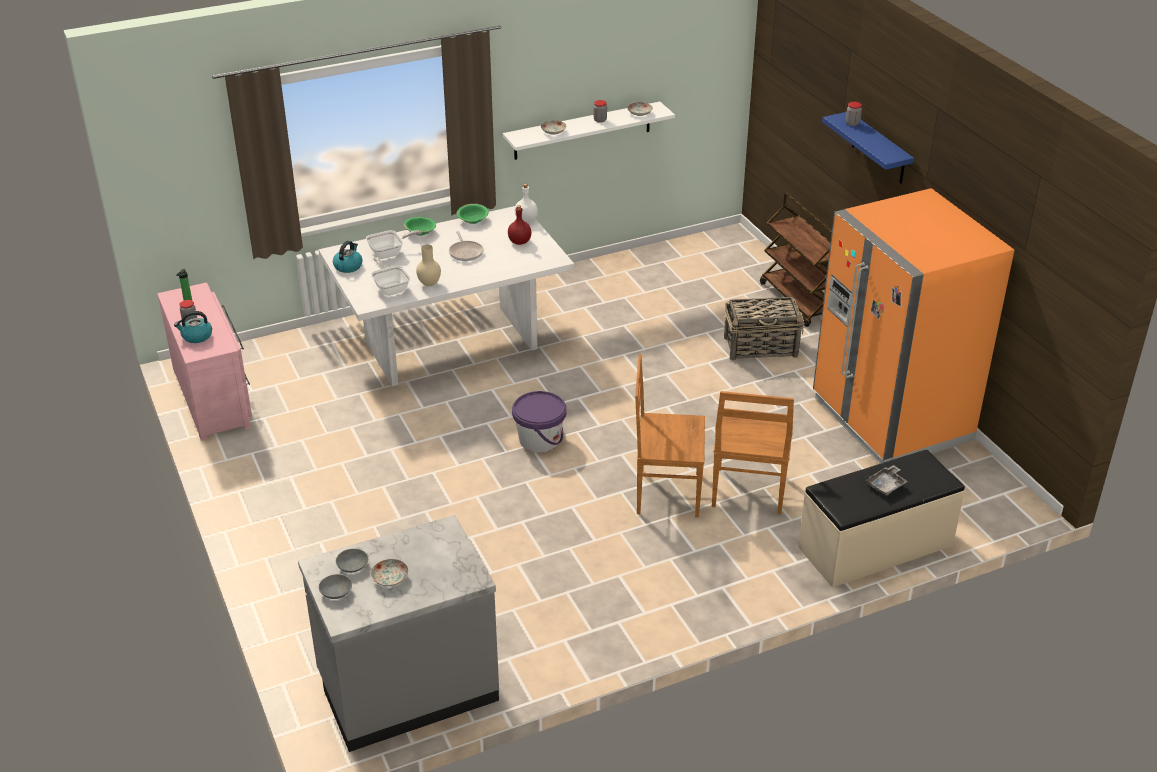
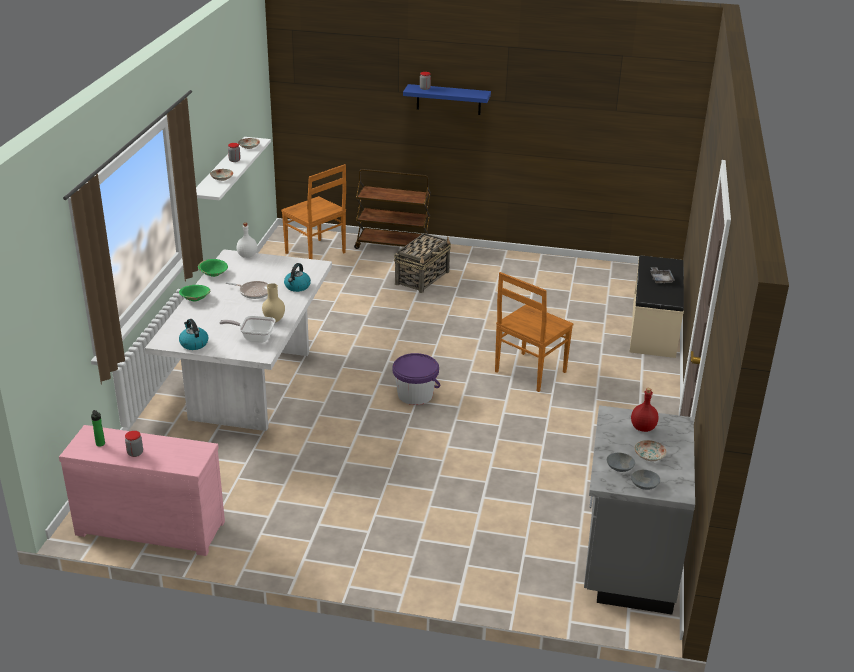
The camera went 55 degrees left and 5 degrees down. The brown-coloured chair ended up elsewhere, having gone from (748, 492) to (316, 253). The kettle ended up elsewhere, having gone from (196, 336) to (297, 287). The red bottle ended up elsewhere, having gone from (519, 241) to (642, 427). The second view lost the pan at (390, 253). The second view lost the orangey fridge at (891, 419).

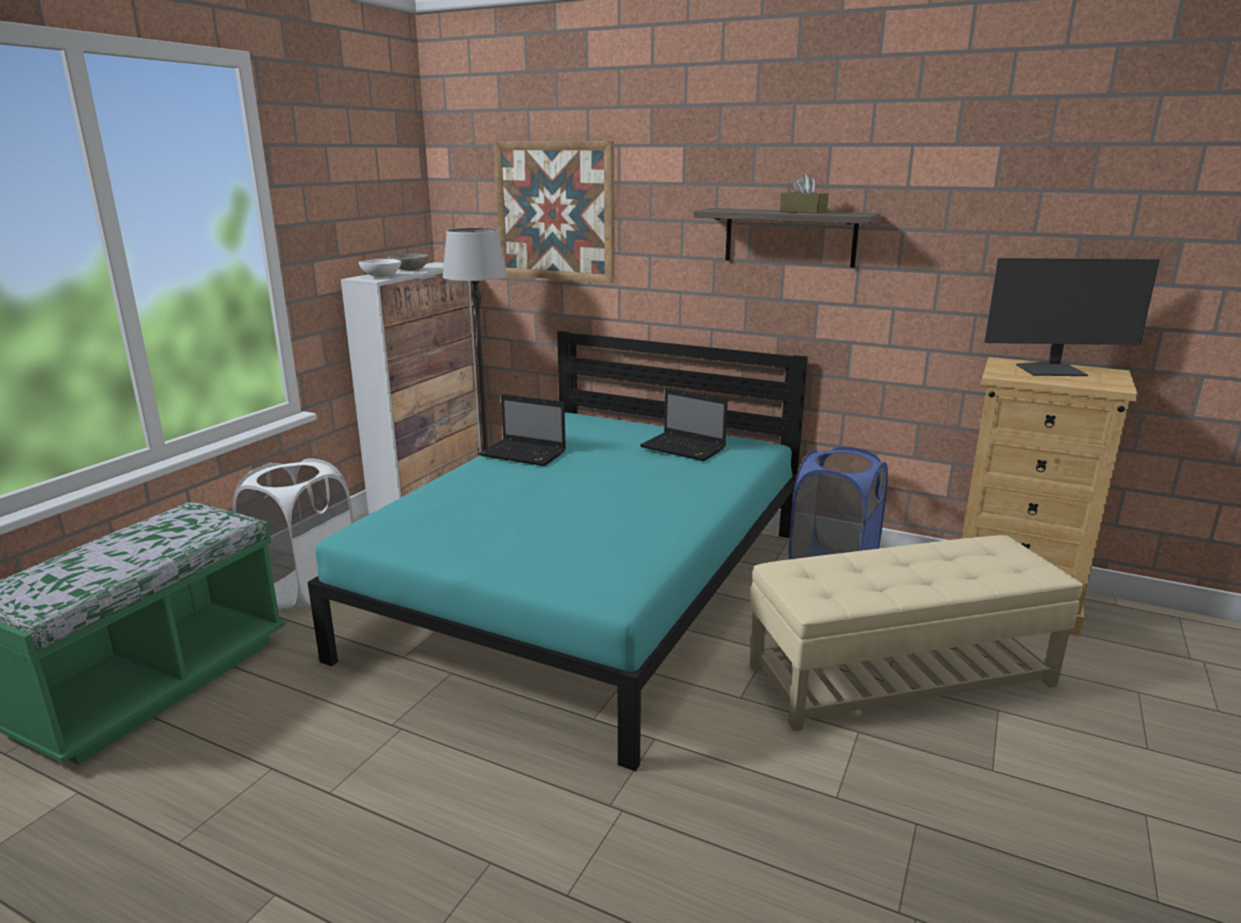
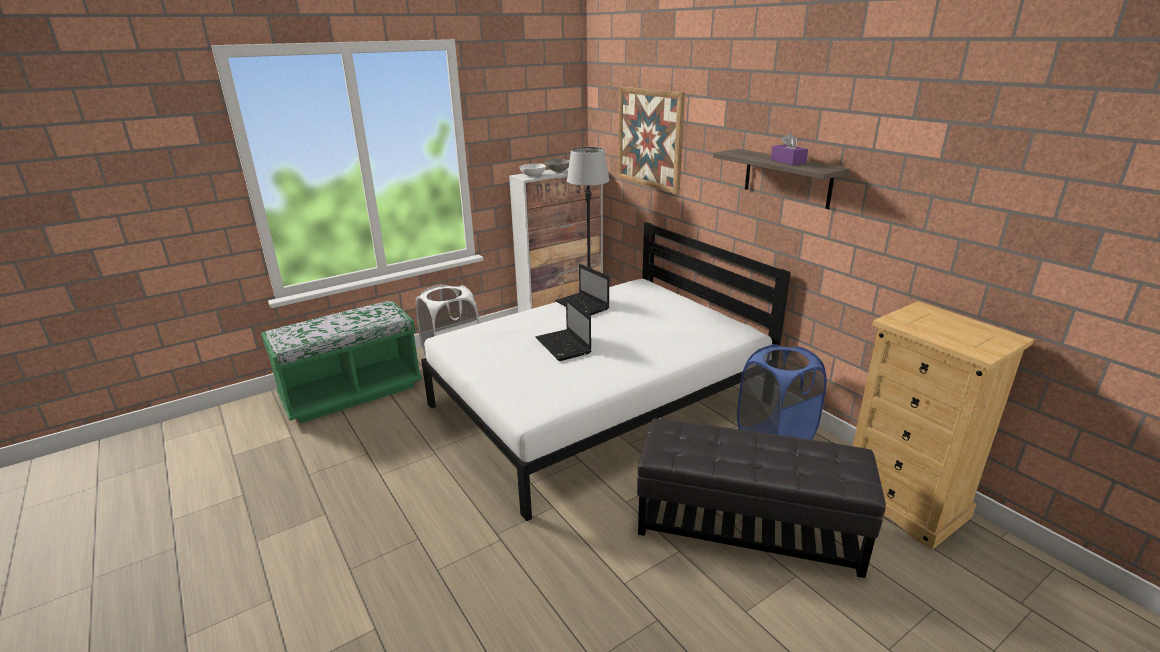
The camera went 30 degrees right and 5 degrees up. What was the blue-green sleeping bed at (590, 590) turned into the white sleeping bed at (599, 404). The portable computer ended up elsewhere, having gone from (685, 448) to (564, 346). What was the sand-coloured footrest at (899, 675) turned into the blackish footrest at (747, 525). What was the brown-coloured box of tissues at (803, 212) turned into the purple-coloured box of tissues at (788, 161). The second view lost the monitor at (1052, 371).

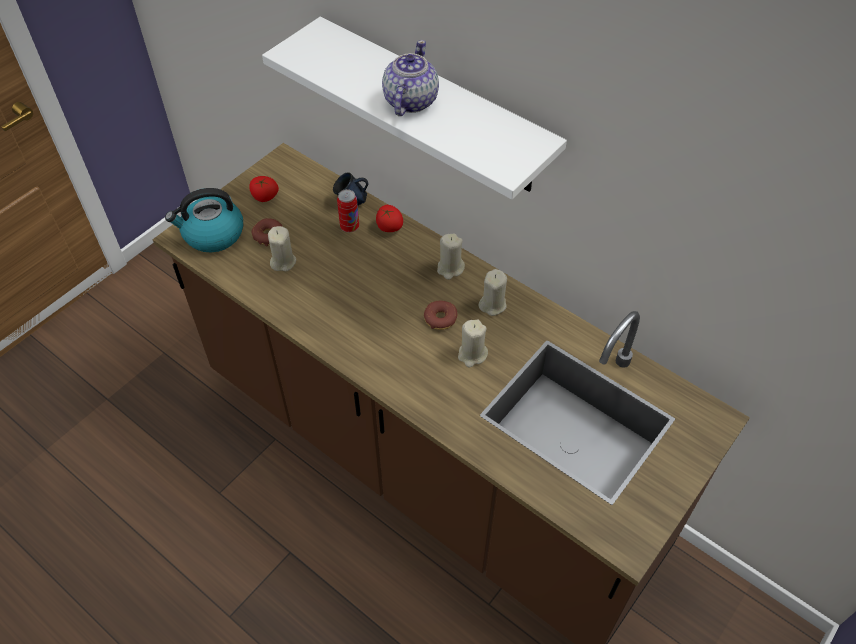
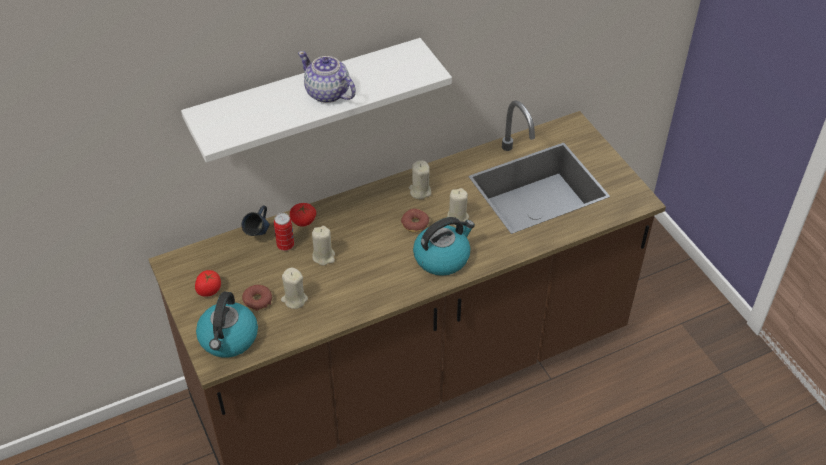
The camera went 65 degrees left and 5 degrees down. The sand-coloured wax candle ended up elsewhere, having gone from (450, 268) to (323, 256). The second view gained the kettle at (442, 257).

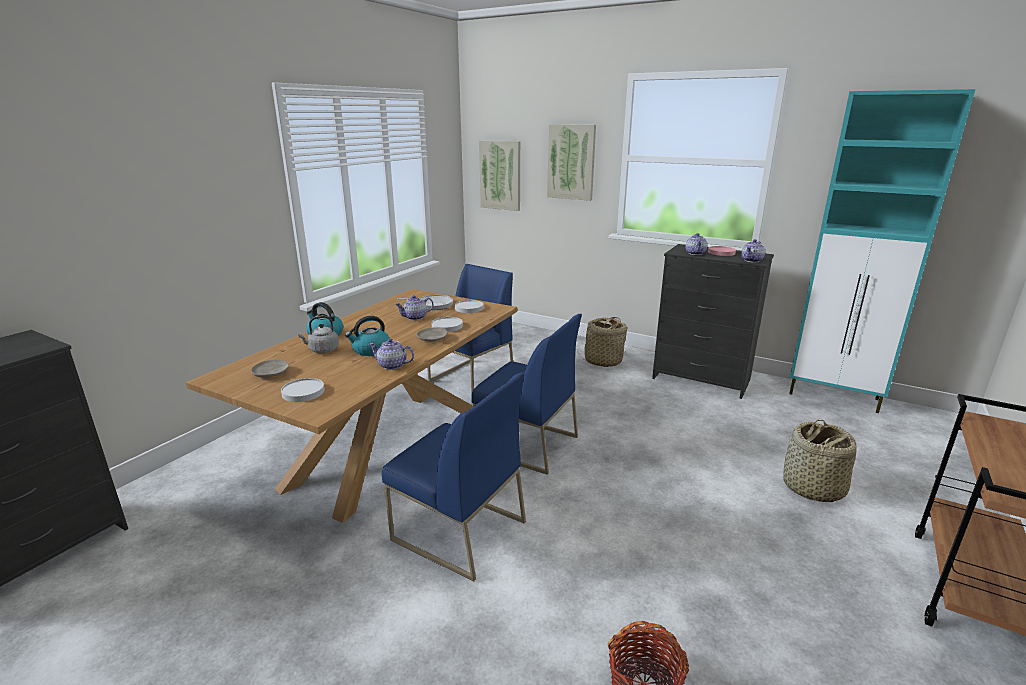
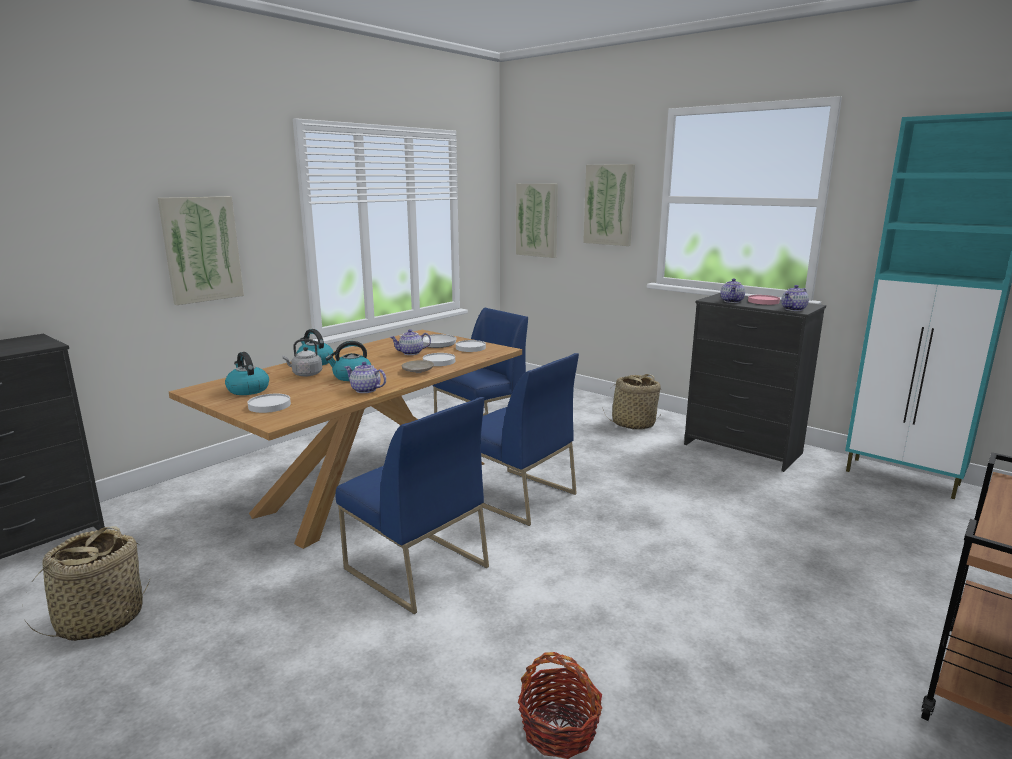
The camera went 10 degrees right and 5 degrees down. The storage basket ended up elsewhere, having gone from (812, 488) to (100, 620). The second view gained the picture at (201, 249). Where the sand-coloured plate stood at (271, 374), the kettle came to stand at (247, 390).

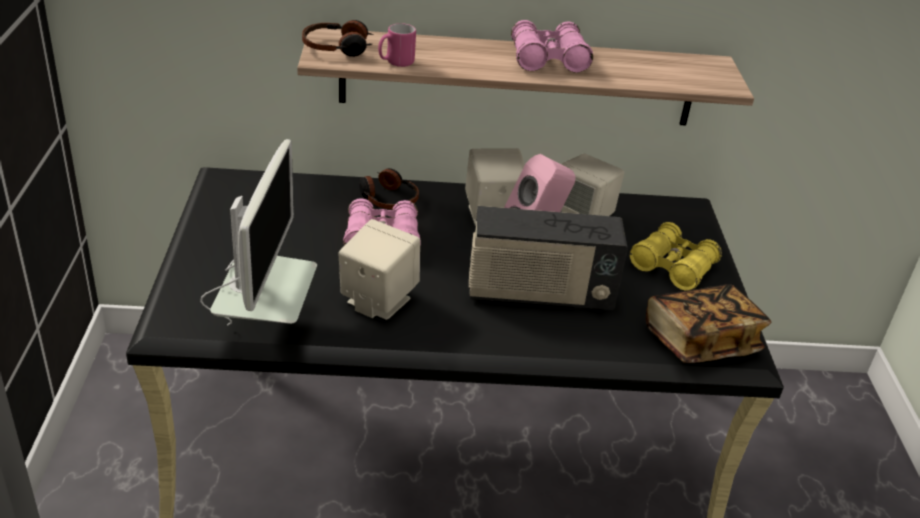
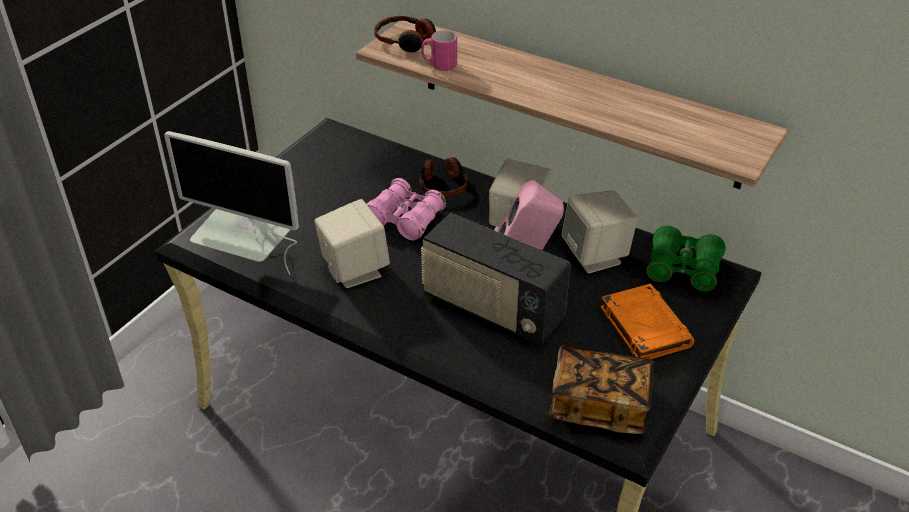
The camera went 35 degrees right and 5 degrees up. The monitor at (264, 328) ended up facing another way, 75 degrees clockwise from before. Where the yellowish field glasses stood at (673, 267), the orangey bound book came to stand at (644, 326). The second view gained the green-coloured field glasses at (683, 269). The second view lost the pink-coloured field glasses at (548, 59).

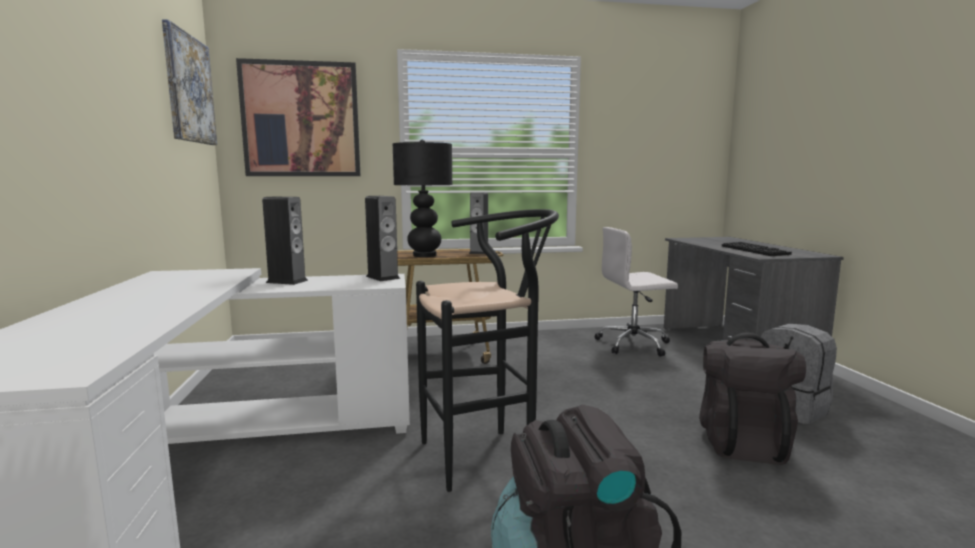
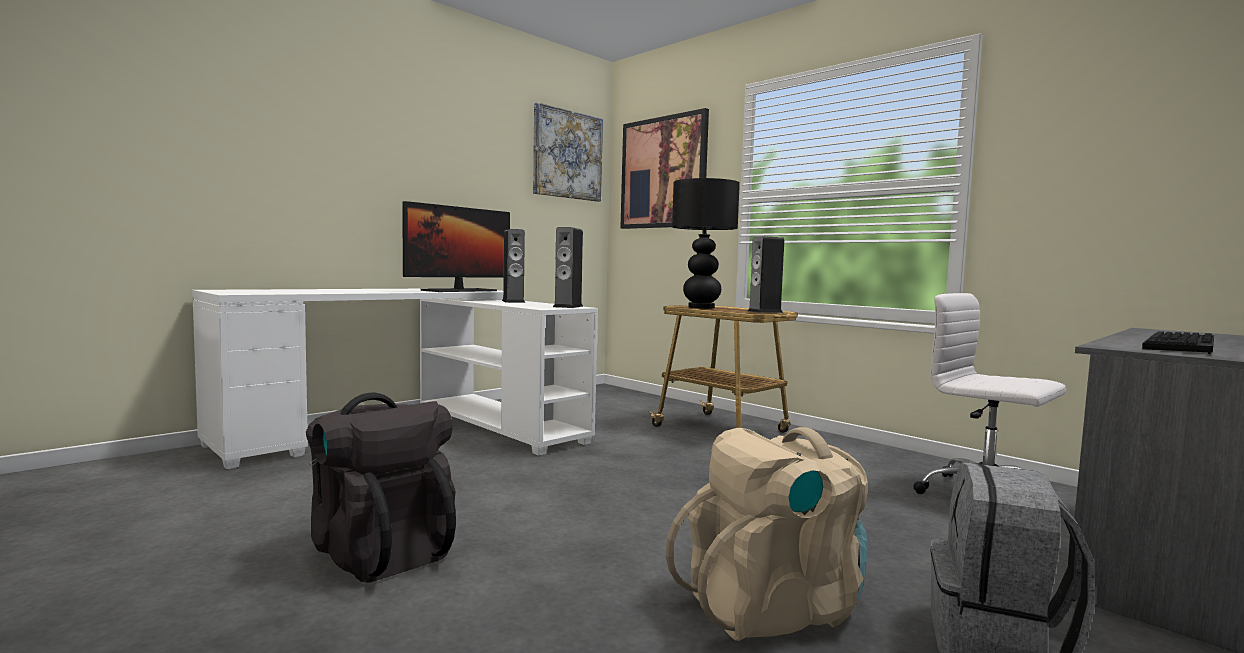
The camera went 55 degrees right and 5 degrees down. The second view gained the monitor at (459, 290). What was the blackish knapsack at (742, 441) turned into the sand-coloured knapsack at (772, 607). The second view lost the blackish stool at (487, 454).

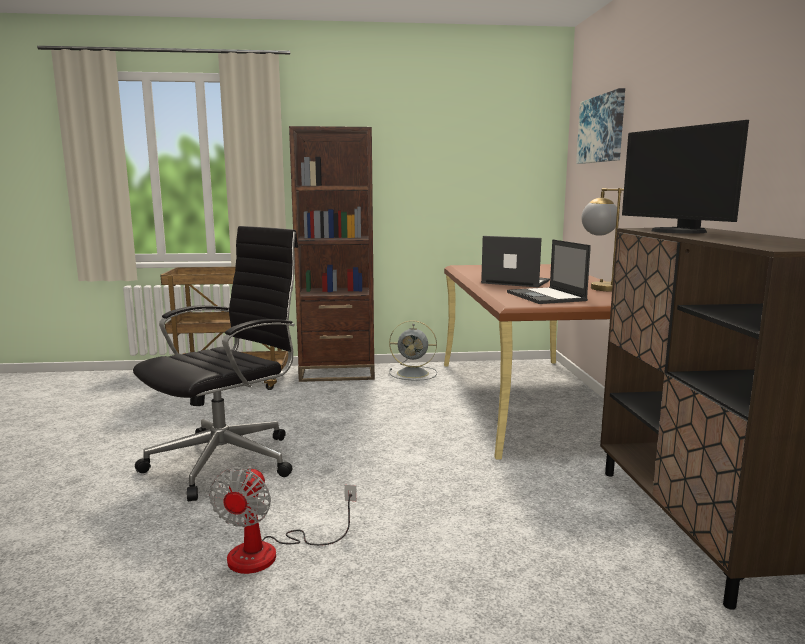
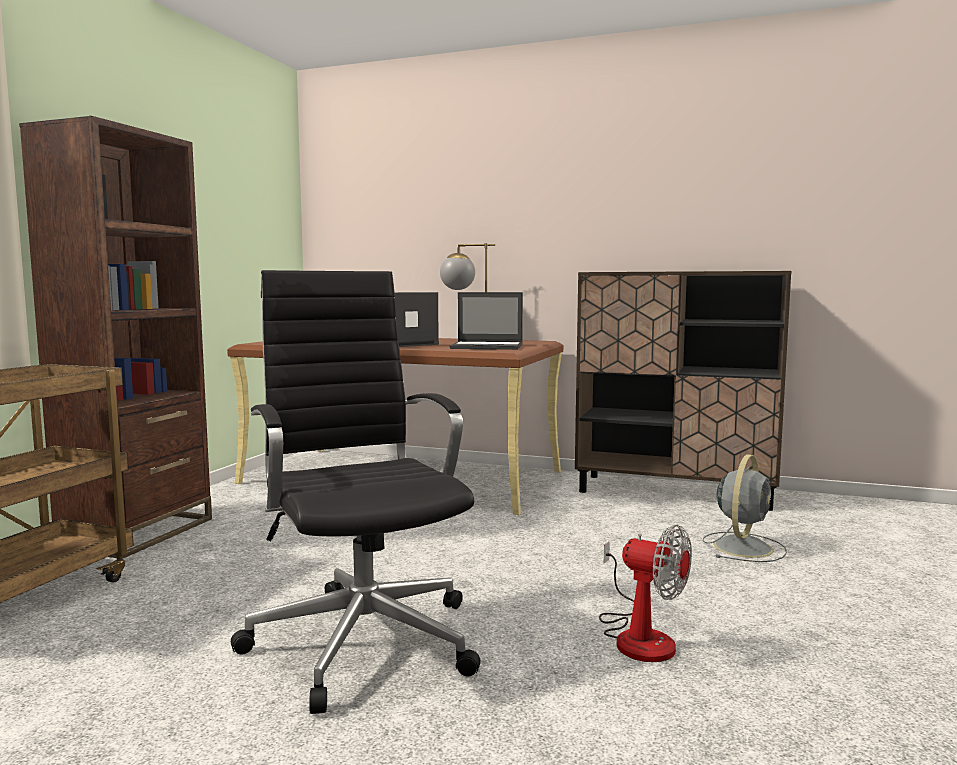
The camera went 65 degrees left and 5 degrees down. The greyish fan ended up elsewhere, having gone from (414, 373) to (743, 547). The second view lost the picture at (602, 129). The second view lost the monitor at (676, 232).

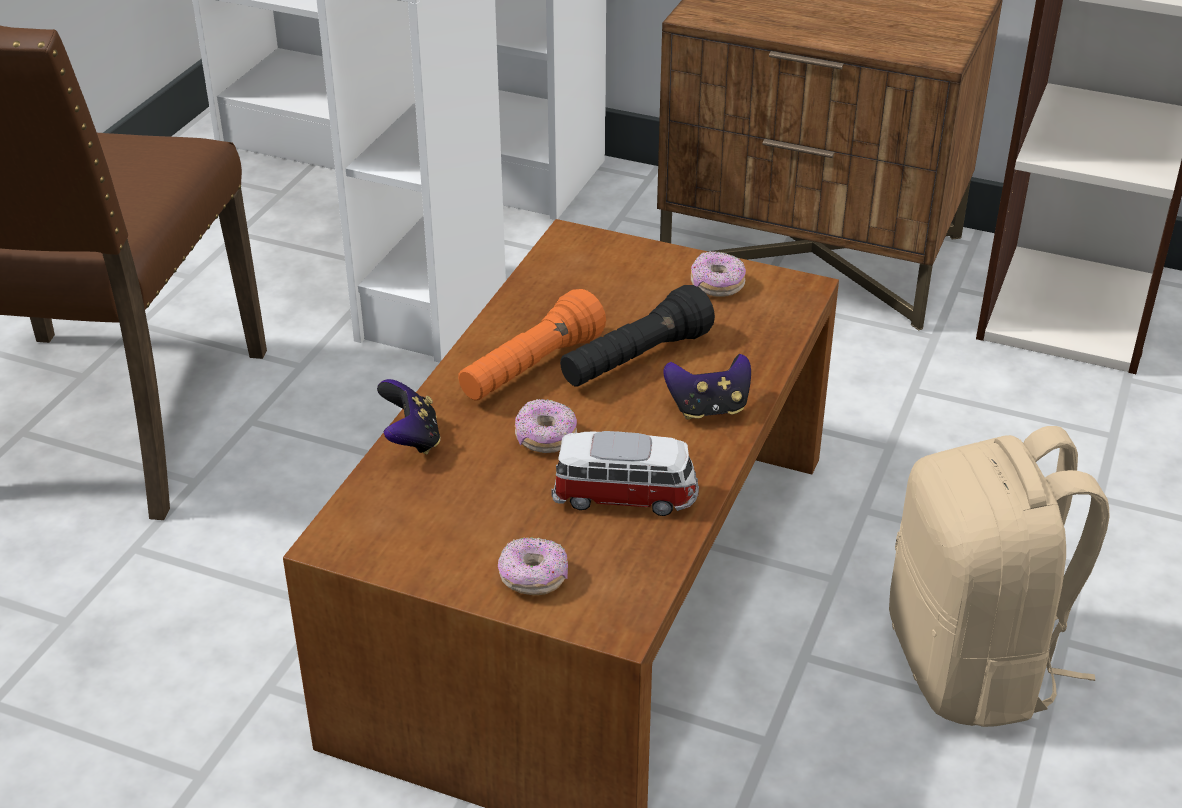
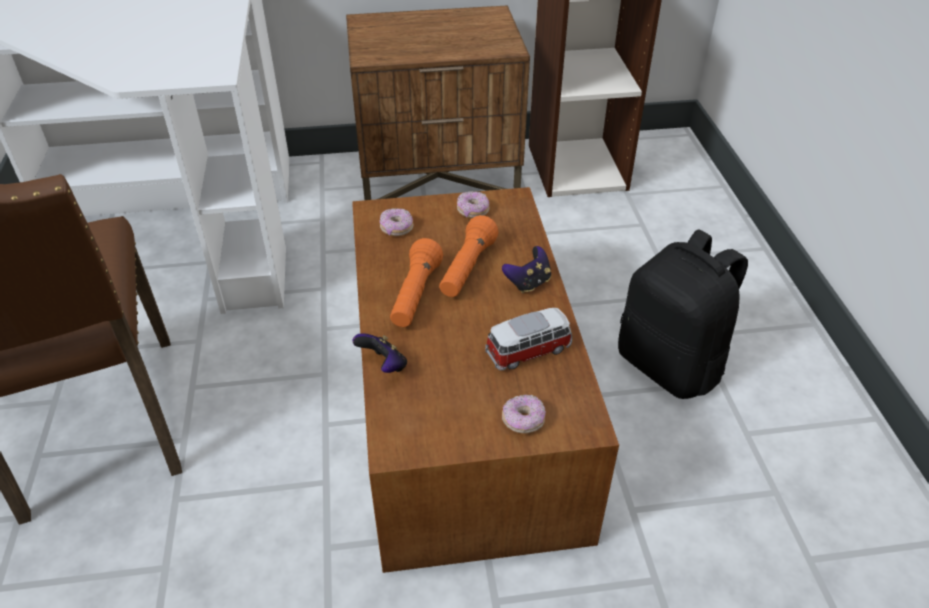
The camera went 30 degrees left and 5 degrees up. The doughnut ended up elsewhere, having gone from (545, 438) to (396, 228). What was the blackish hand torch at (635, 360) turned into the orangey hand torch at (467, 269). What was the sand-coloured knapsack at (974, 665) turned into the blackish knapsack at (671, 365).

